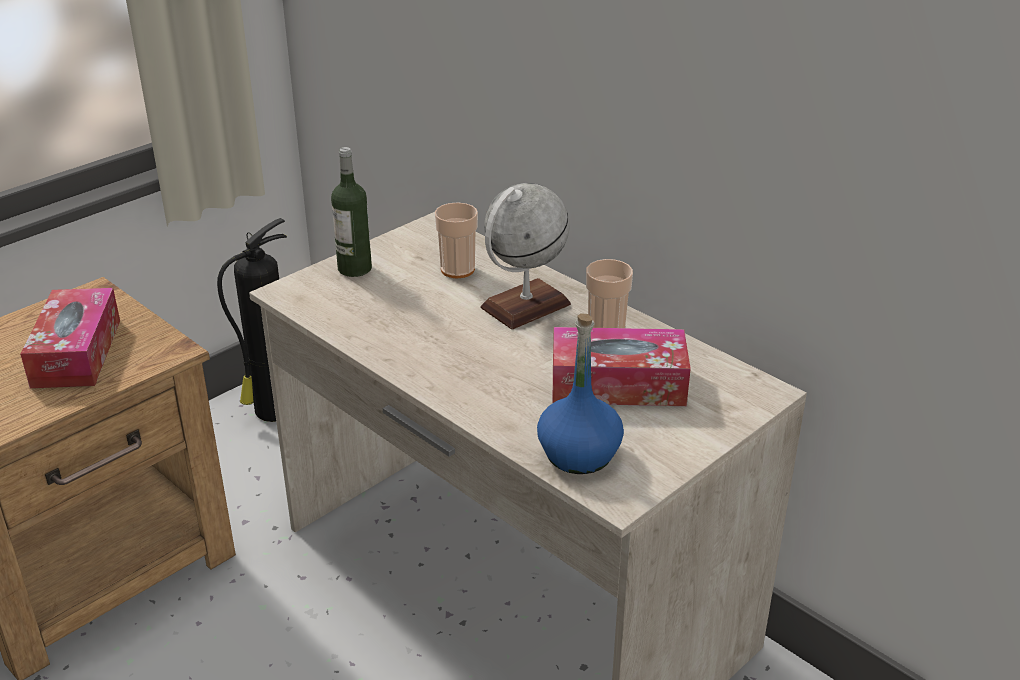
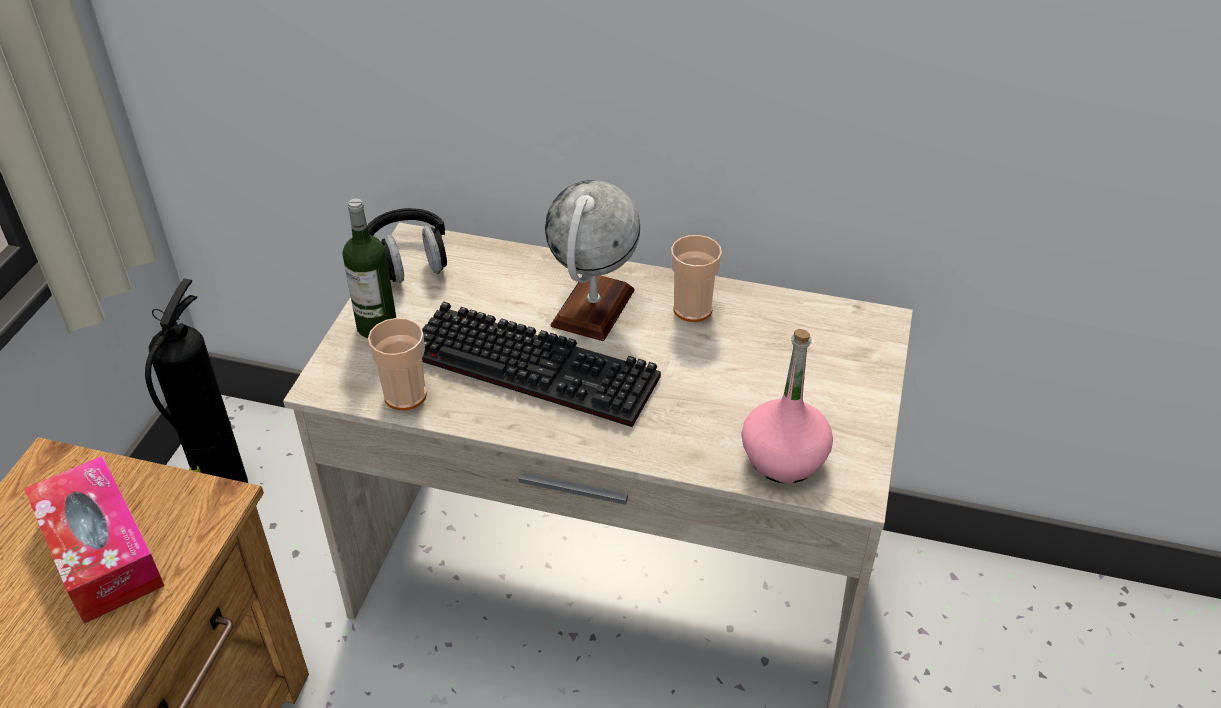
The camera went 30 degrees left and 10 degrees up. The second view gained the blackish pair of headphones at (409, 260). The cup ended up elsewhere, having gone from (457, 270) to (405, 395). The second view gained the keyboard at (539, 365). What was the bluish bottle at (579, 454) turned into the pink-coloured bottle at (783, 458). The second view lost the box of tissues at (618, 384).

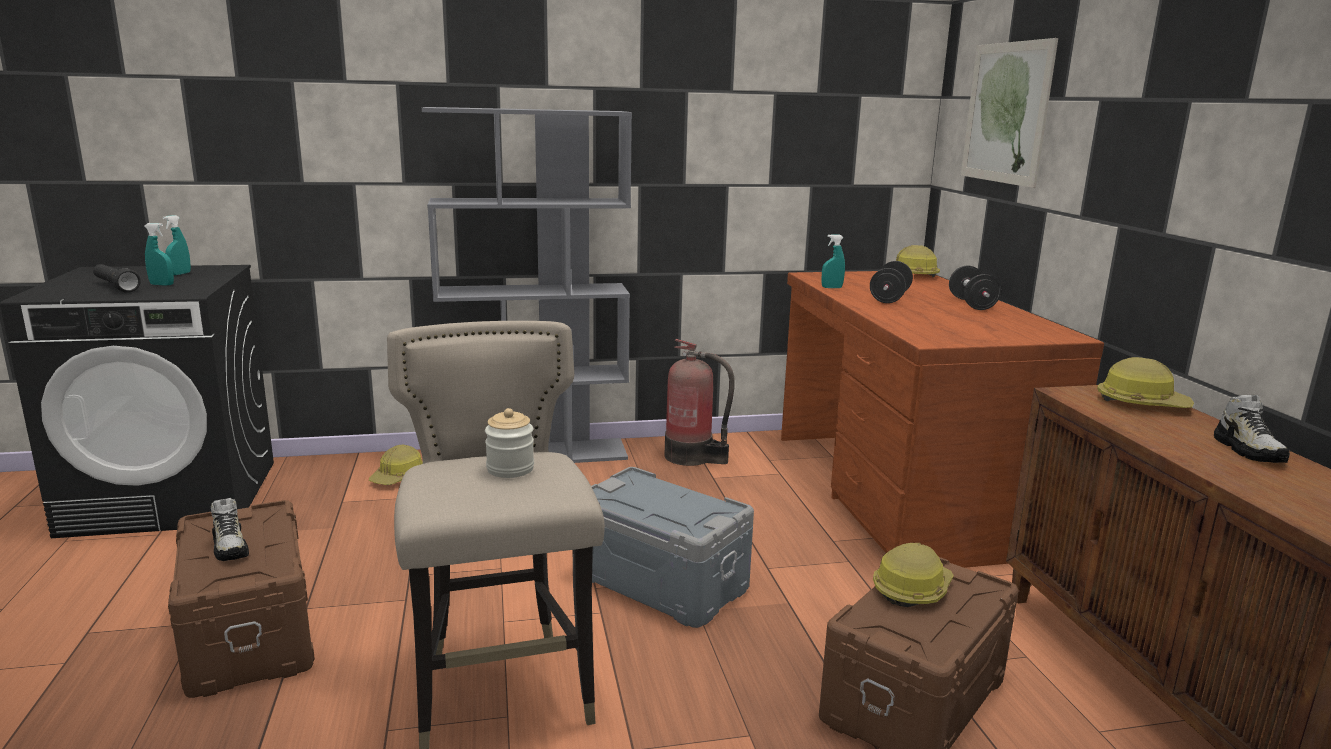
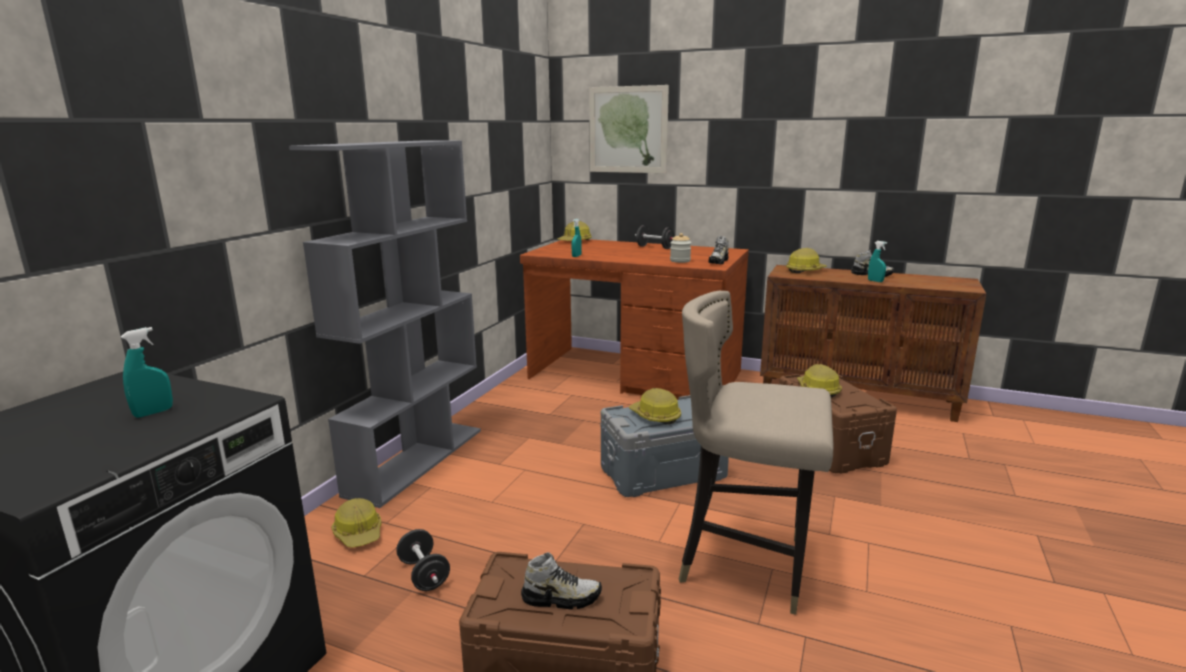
The camera went 55 degrees left and 0 degrees up. The blackish hand weight ended up elsewhere, having gone from (889, 298) to (424, 575). The second view gained the hard hat at (655, 416). The jar ended up elsewhere, having gone from (510, 469) to (680, 261). The second view gained the item of footwear at (718, 261). The blue-green hand sprayer ended up elsewhere, having gone from (180, 274) to (875, 281). The second view lost the blackish hand torch at (116, 287). The second view lost the fire-fighting cylinder at (692, 457).

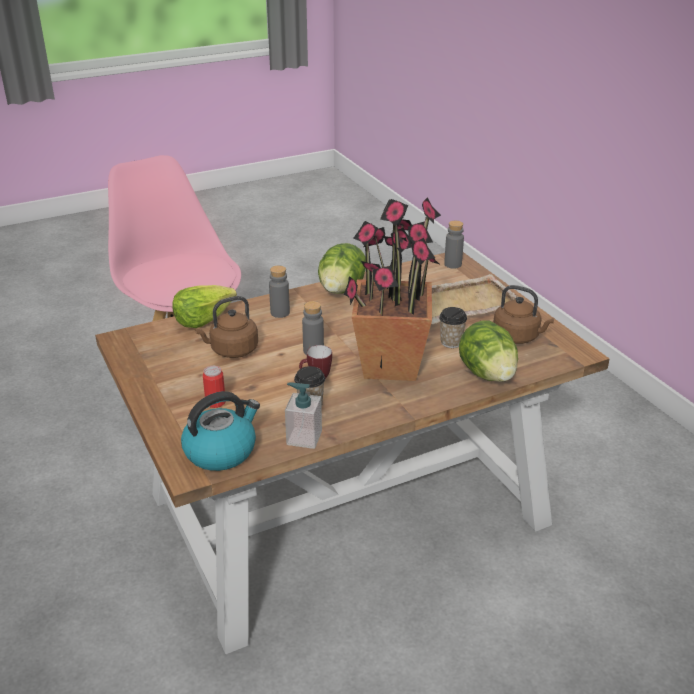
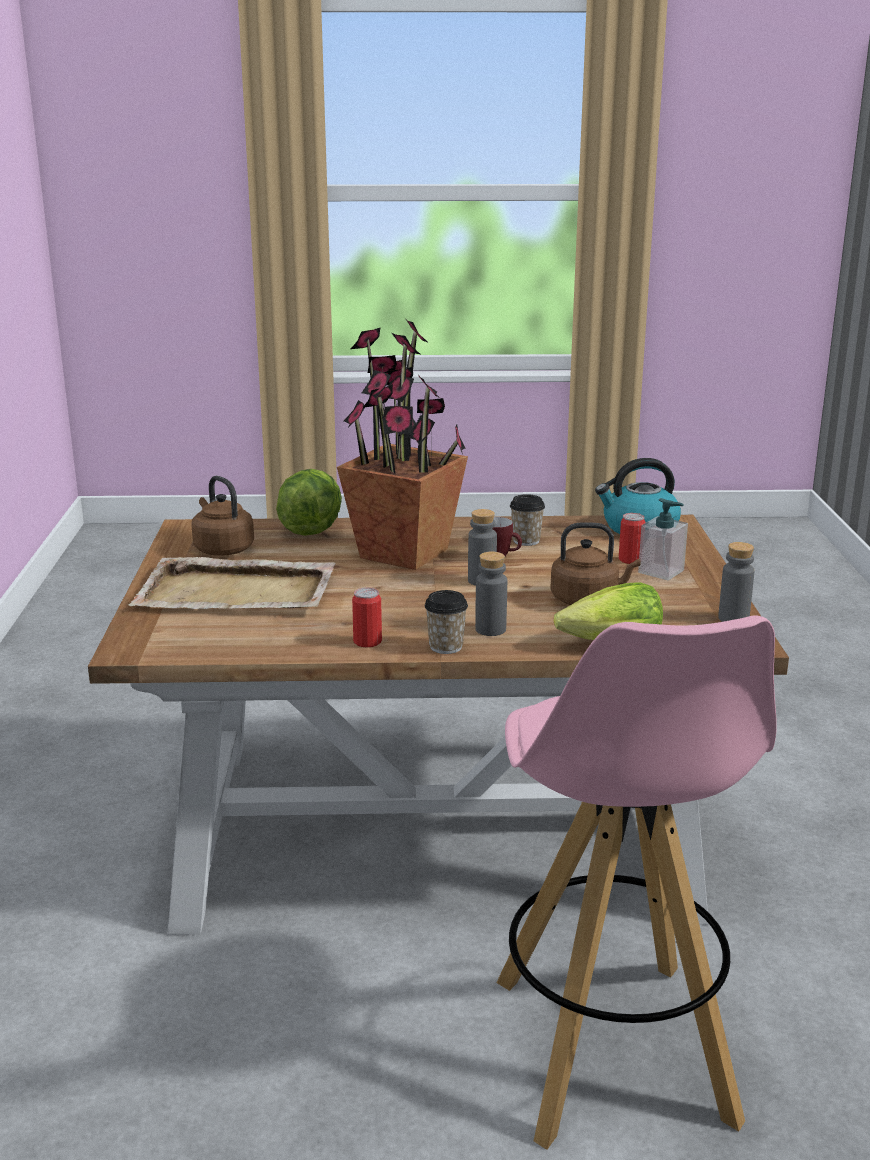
The camera went 155 degrees left and 10 degrees down. Where the lettuce stood at (341, 289), the can came to stand at (367, 642). The cup ended up elsewhere, having gone from (451, 342) to (446, 647). The liquid soap bottle ended up elsewhere, having gone from (304, 438) to (661, 571). The greyish bottle ended up elsewhere, having gone from (453, 264) to (733, 619).

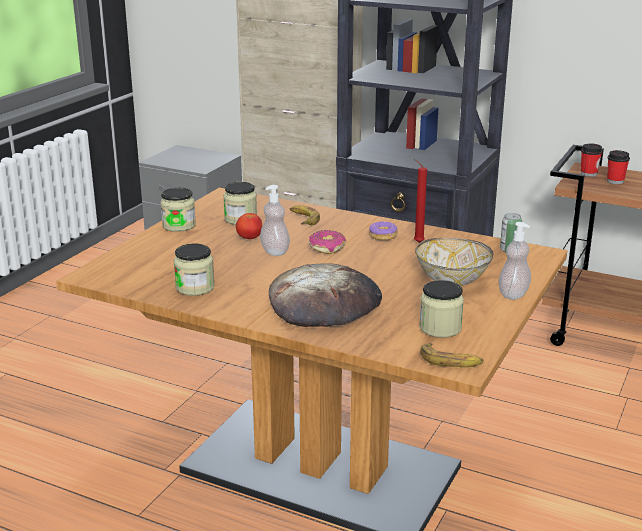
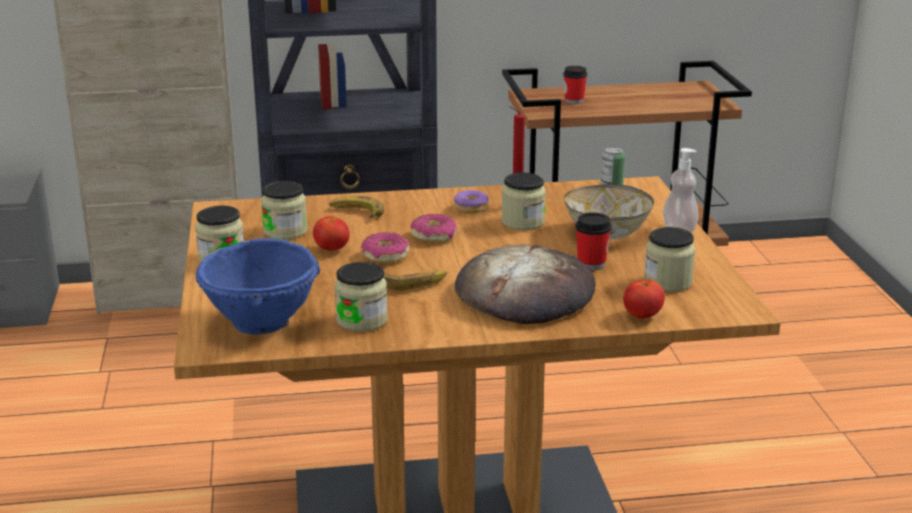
The camera went 35 degrees left and 0 degrees up. The second view gained the bluish deep dish at (262, 323). Where the liquid soap bottle stood at (275, 251), the doughnut came to stand at (385, 256). The banana fruit ended up elsewhere, having gone from (451, 361) to (414, 283). The second view gained the jar at (522, 222). The cup ended up elsewhere, having gone from (588, 174) to (591, 264). The second view gained the tomato at (642, 316).

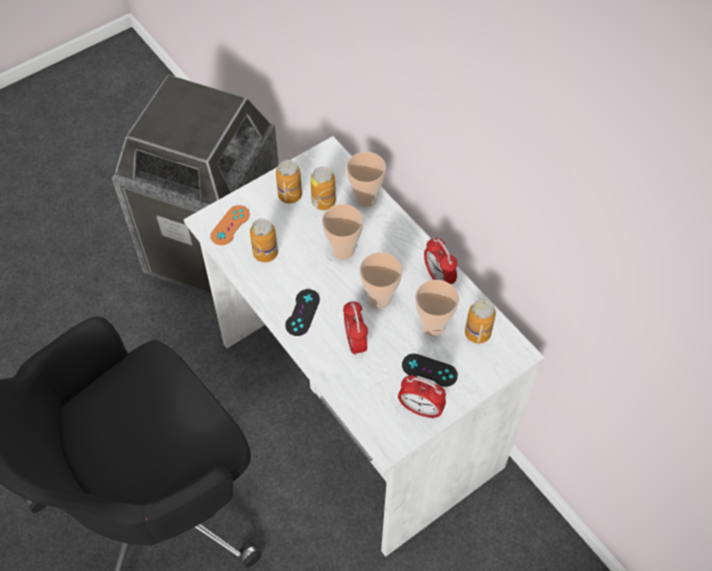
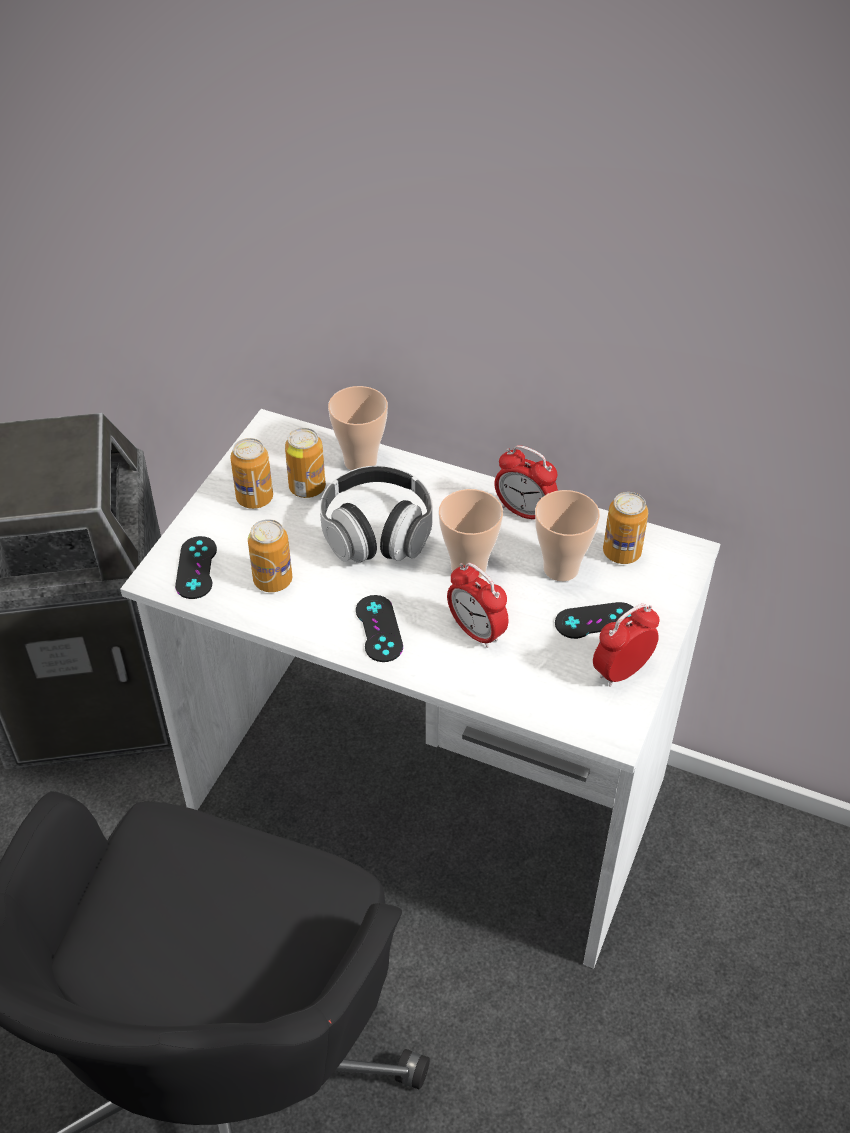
The camera went 30 degrees left and 10 degrees down. What was the orangey game controller at (230, 225) turned into the blackish game controller at (196, 568). Where the cup stood at (343, 250), the pair of headphones came to stand at (377, 533). The alarm clock at (420, 409) ended up facing another way, 150 degrees clockwise from before.

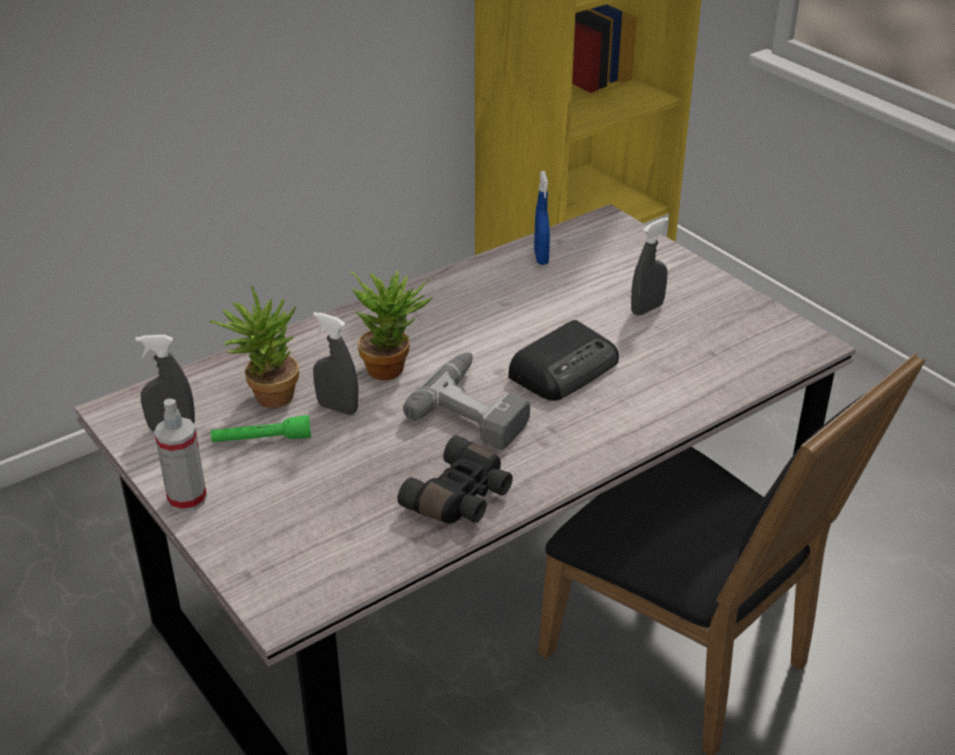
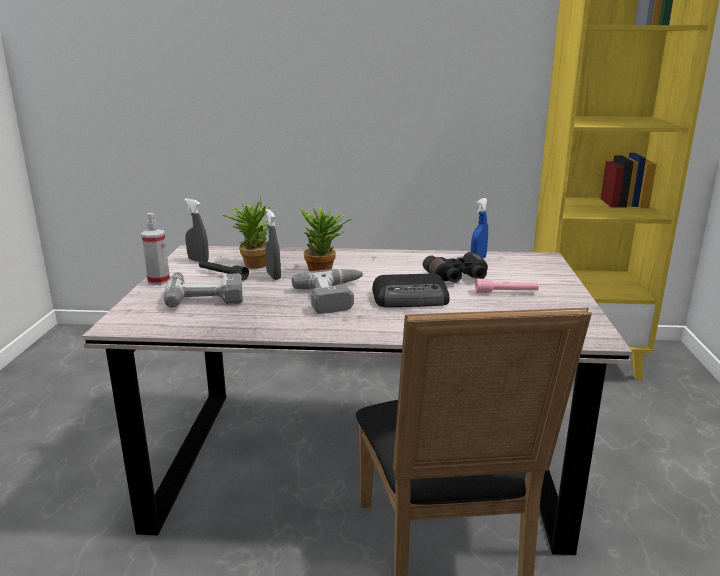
The camera went 40 degrees right and 15 degrees down. The second view gained the drill at (205, 295). What was the green-coloured hand torch at (262, 440) turned into the blackish hand torch at (223, 275). The blackish field glasses ended up elsewhere, having gone from (461, 498) to (458, 278). Where the greyish hand sprayer stood at (647, 309), the pink-coloured hand torch came to stand at (506, 292).

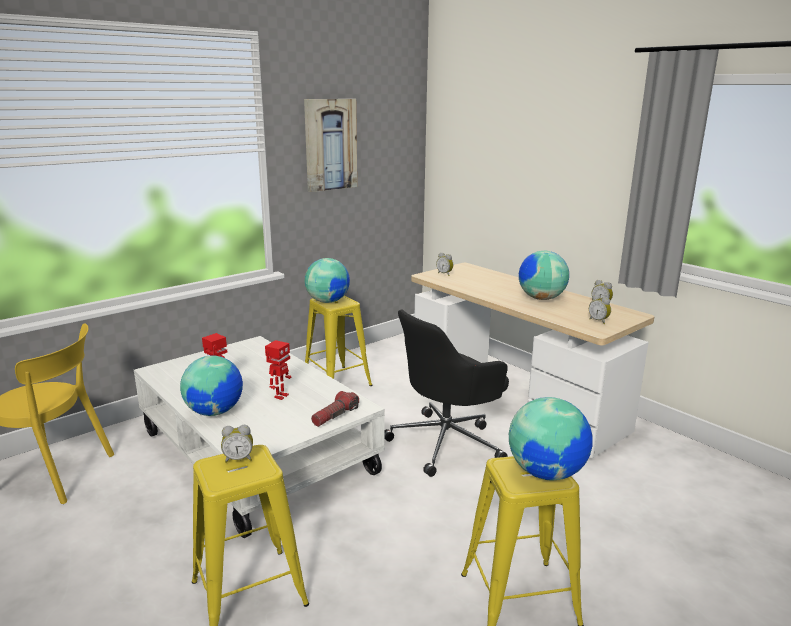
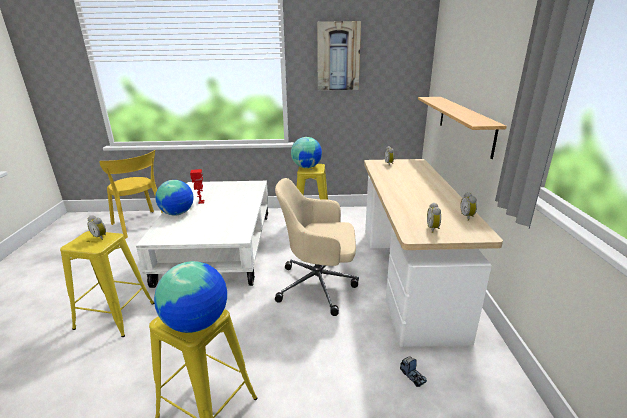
The camera went 40 degrees right and 5 degrees up. What was the blackish office chair at (447, 442) turned into the sand-coloured office chair at (319, 285). The second view gained the model truck at (412, 376). The second view gained the shelf at (465, 124). The second view lost the robot figure at (280, 396). The second view lost the hand torch at (335, 415). The second view lost the desk globe at (541, 298).

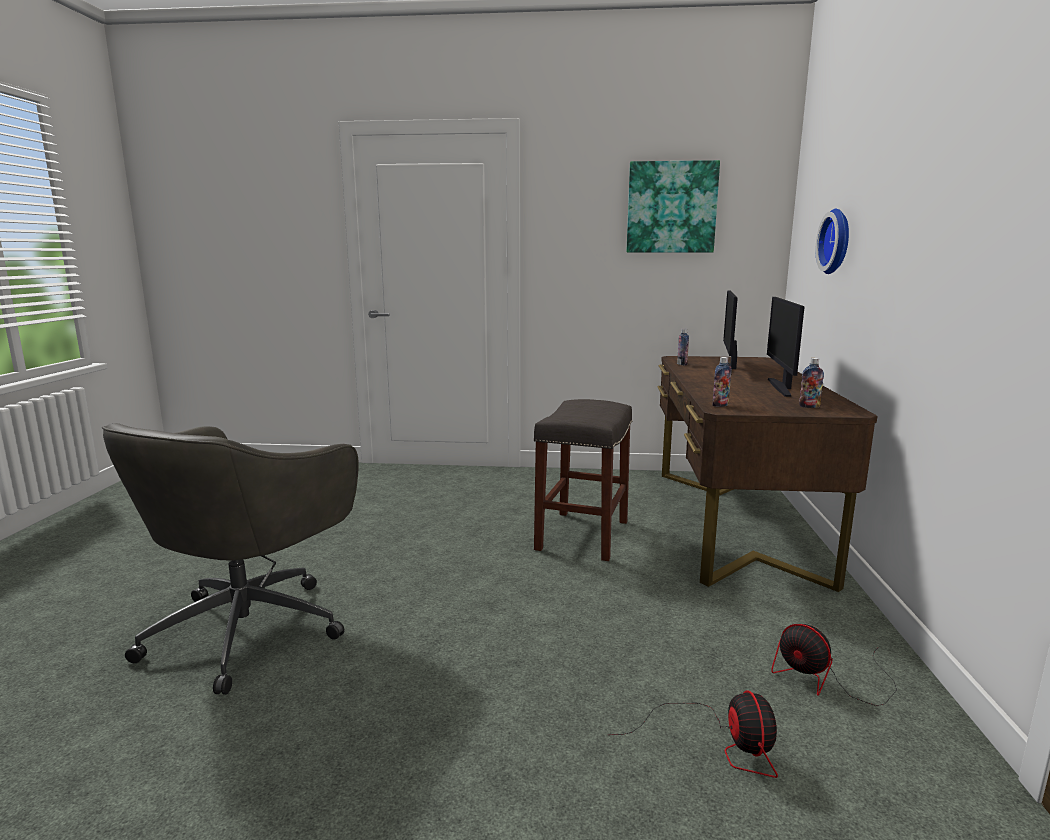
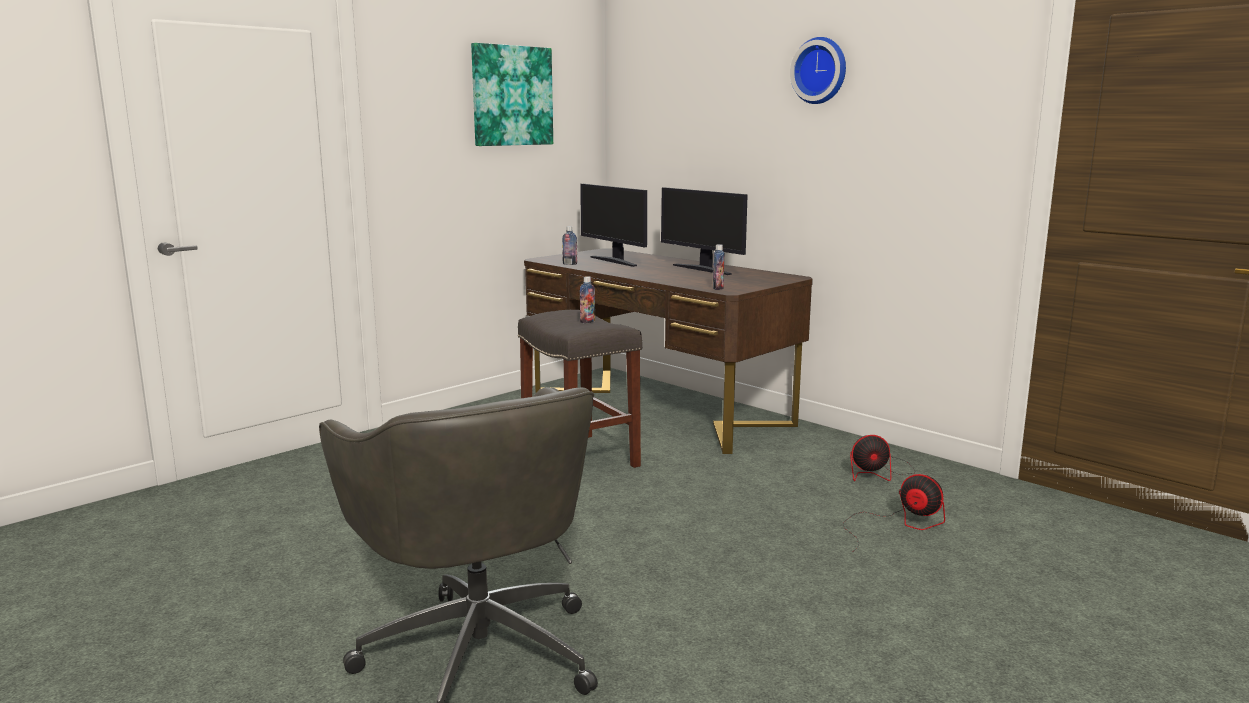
The camera went 50 degrees left and 0 degrees up. The bottle ended up elsewhere, having gone from (809, 406) to (587, 321). The hanging clock ended up elsewhere, having gone from (838, 241) to (820, 71).

